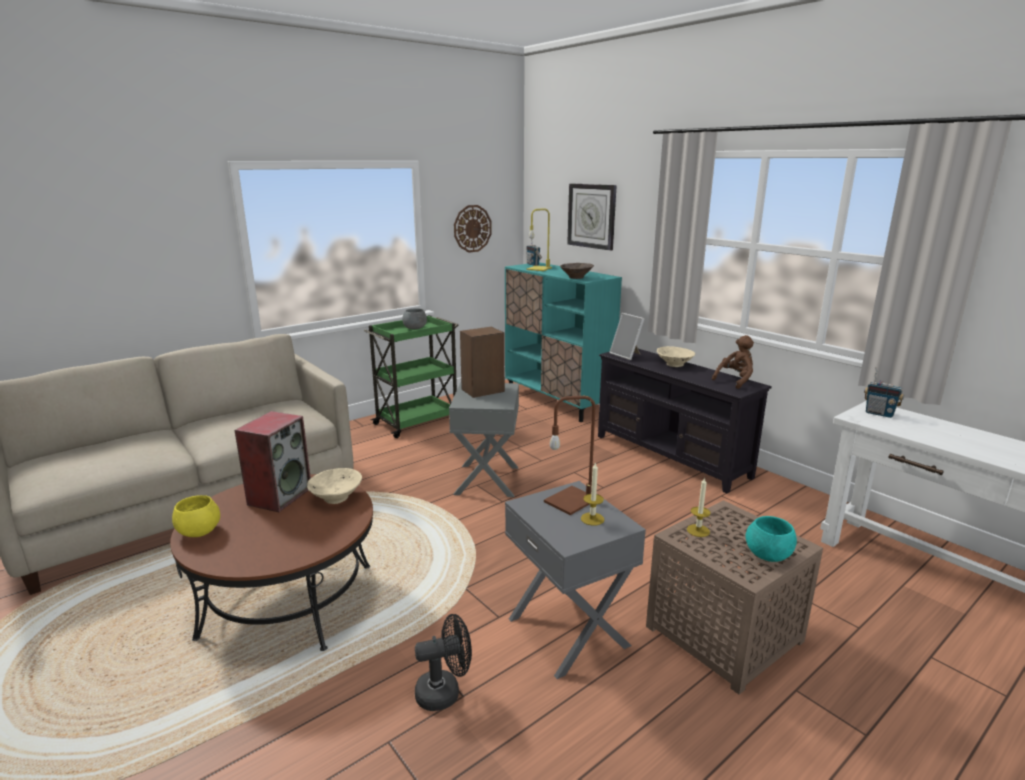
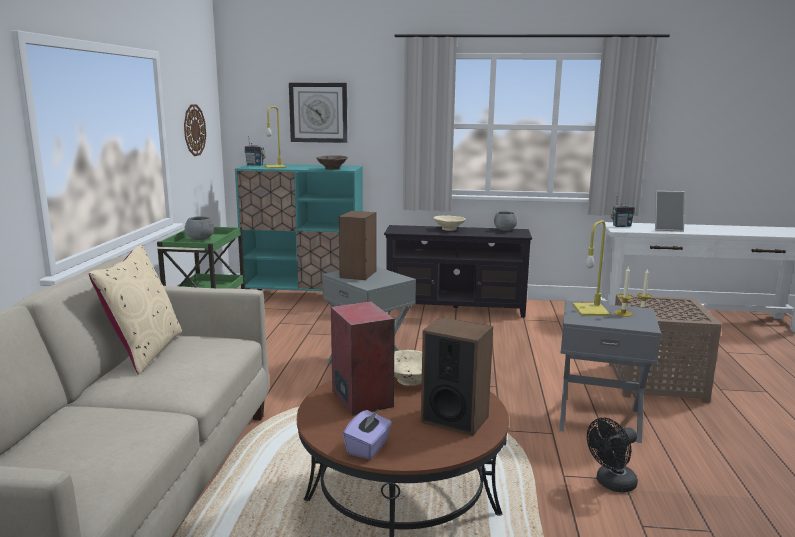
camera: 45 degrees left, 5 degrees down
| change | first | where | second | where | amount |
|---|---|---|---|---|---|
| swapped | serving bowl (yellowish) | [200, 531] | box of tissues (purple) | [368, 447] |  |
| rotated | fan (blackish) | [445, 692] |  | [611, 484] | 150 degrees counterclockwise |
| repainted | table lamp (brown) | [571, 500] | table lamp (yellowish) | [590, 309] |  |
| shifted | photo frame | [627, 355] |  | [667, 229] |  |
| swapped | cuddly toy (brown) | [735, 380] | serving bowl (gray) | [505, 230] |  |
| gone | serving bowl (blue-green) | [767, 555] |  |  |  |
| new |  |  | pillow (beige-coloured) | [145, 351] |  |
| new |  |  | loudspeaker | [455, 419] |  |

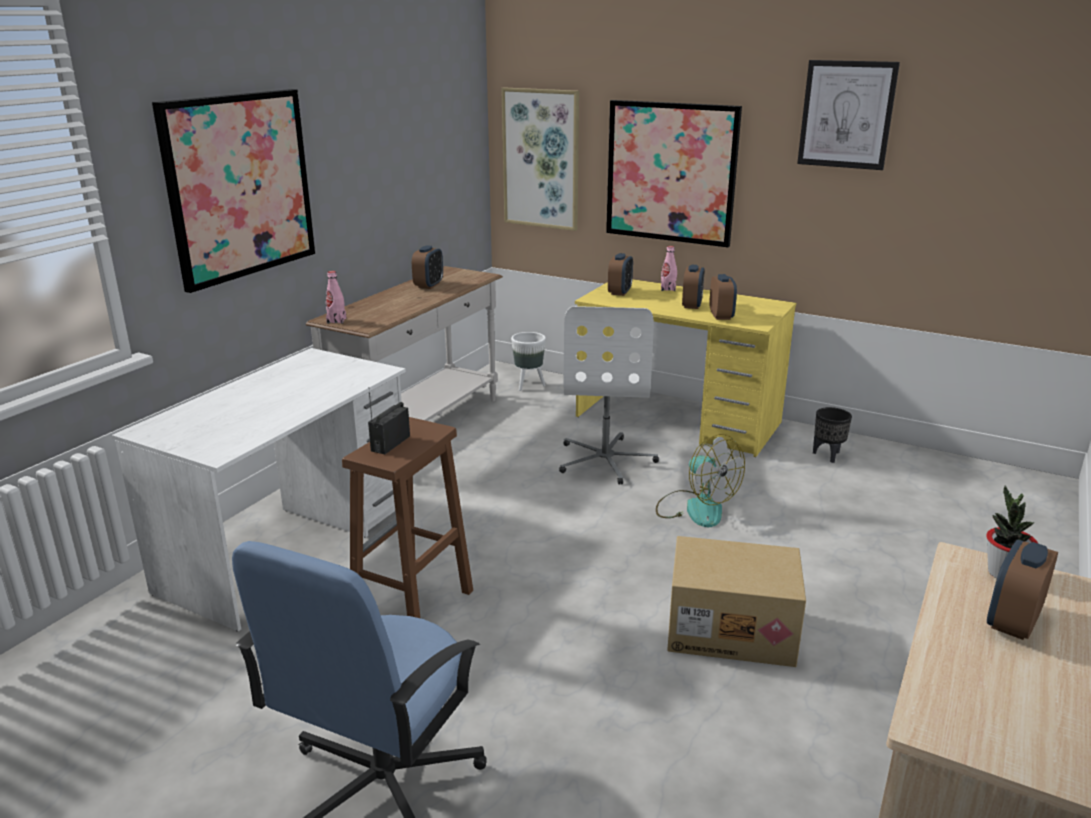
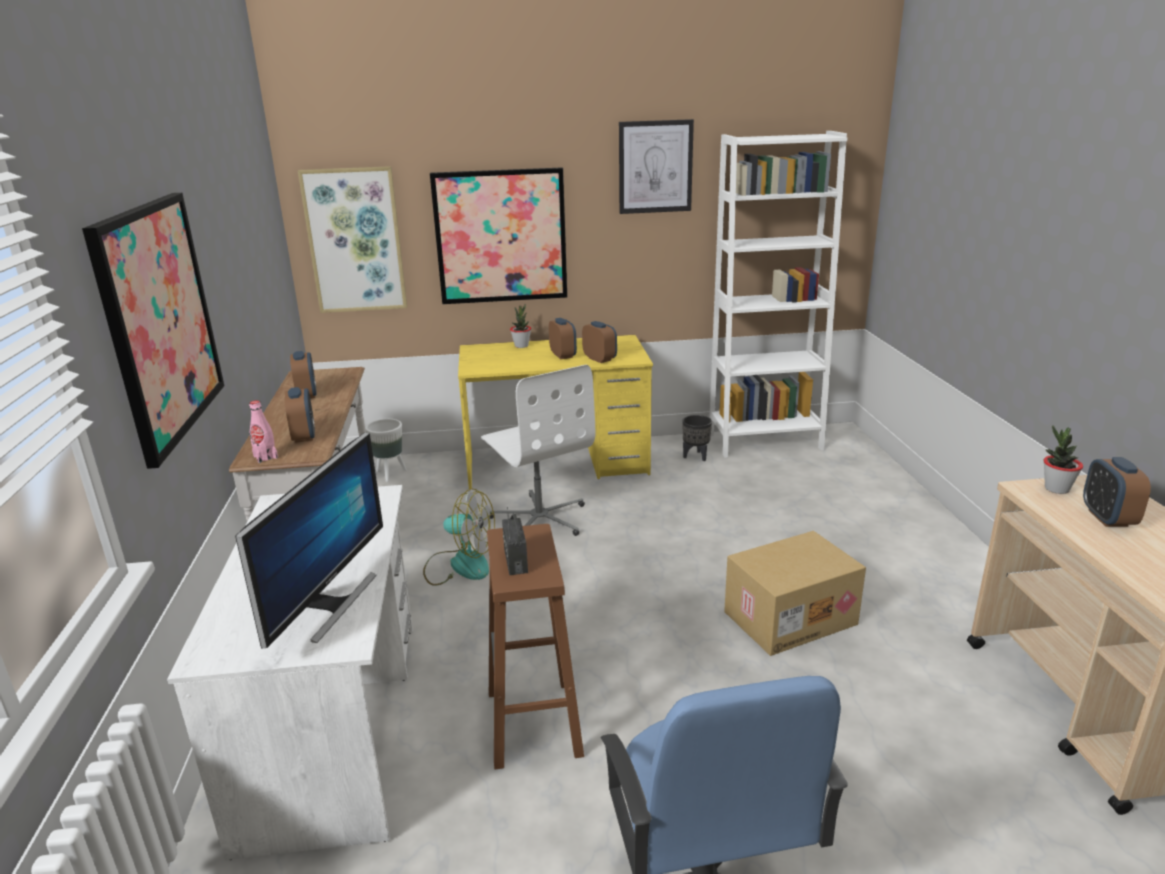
camera: 35 degrees left, 0 degrees up
| change | first | where | second | where | amount |
|---|---|---|---|---|---|
| shifted | bedside clock | [620, 292] |  | [304, 436] |  |
| shifted | fan | [695, 508] |  | [459, 565] |  |
| swapped | bottle (pinkish) | [668, 289] | potted plant | [521, 346] |  |
| new |  |  | monitor | [329, 604] |  |
| new |  |  | bookcase (whitish) | [764, 441] |  |

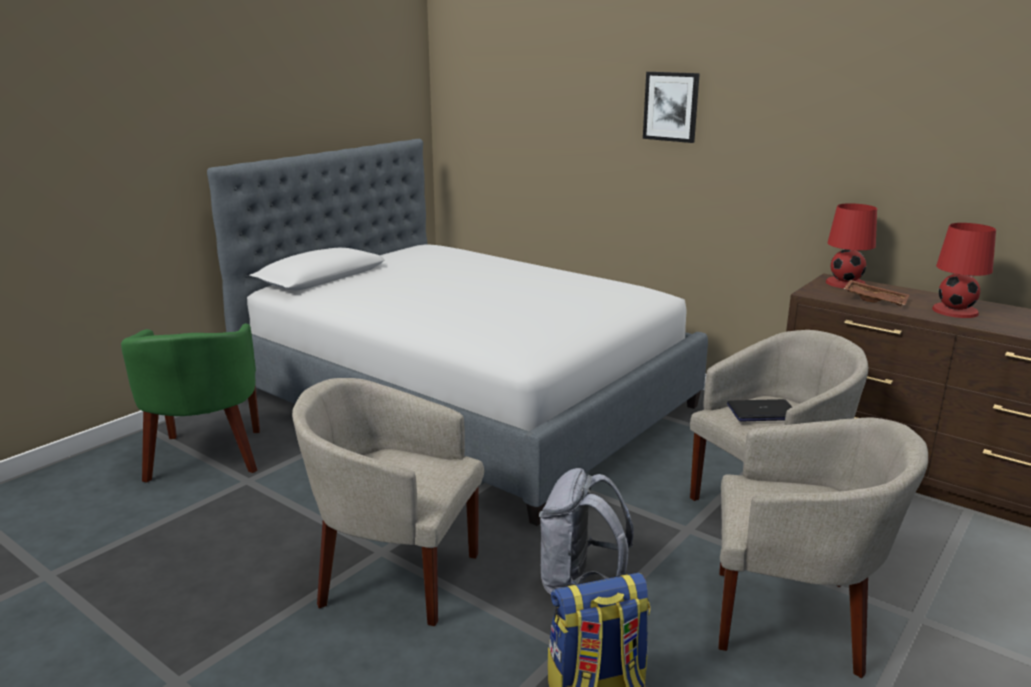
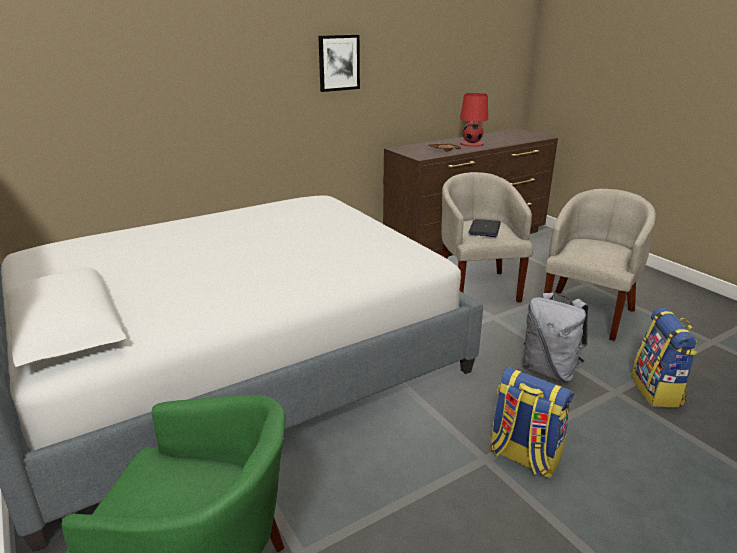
camera: 70 degrees left, 5 degrees up
| change | first | where | second | where | amount |
|---|---|---|---|---|---|
| swapped | armchair (beige-coloured) | [394, 575] | backpack | [523, 456] |  |
| shifted | picture | [671, 106] |  | [338, 63] |  |
| gone | table lamp (red) | [845, 283] |  |  |  |

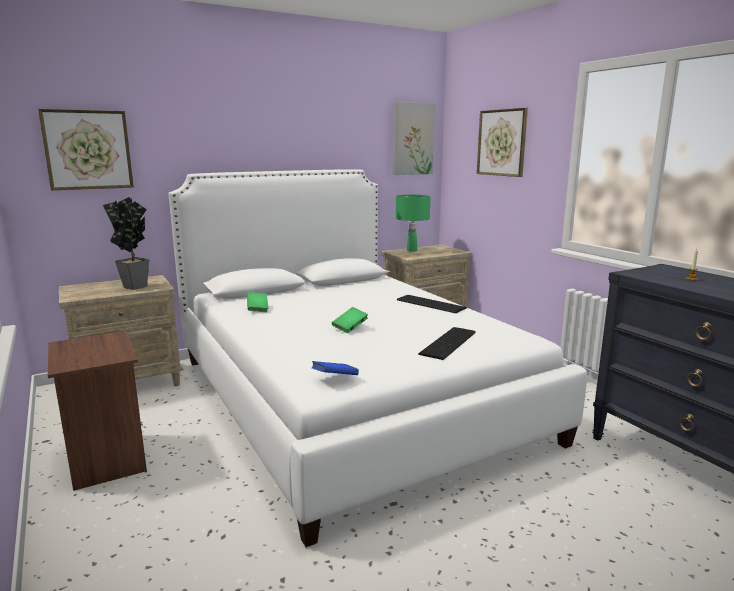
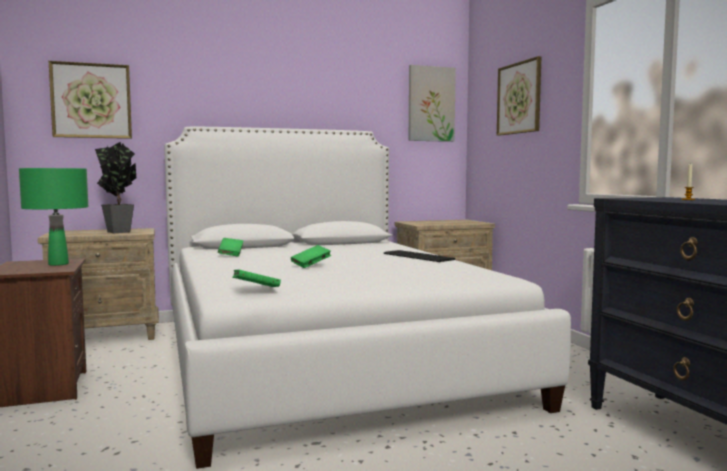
camera: 10 degrees right, 10 degrees down
| change | first | where | second | where | amount |
|---|---|---|---|---|---|
| repainted | book (blue) | [335, 378] | book (green) | [256, 290] |  |
| shifted | table lamp (green) | [412, 250] |  | [58, 264] |  |
| gone | PC keyboard | [450, 343] |  |  |  |

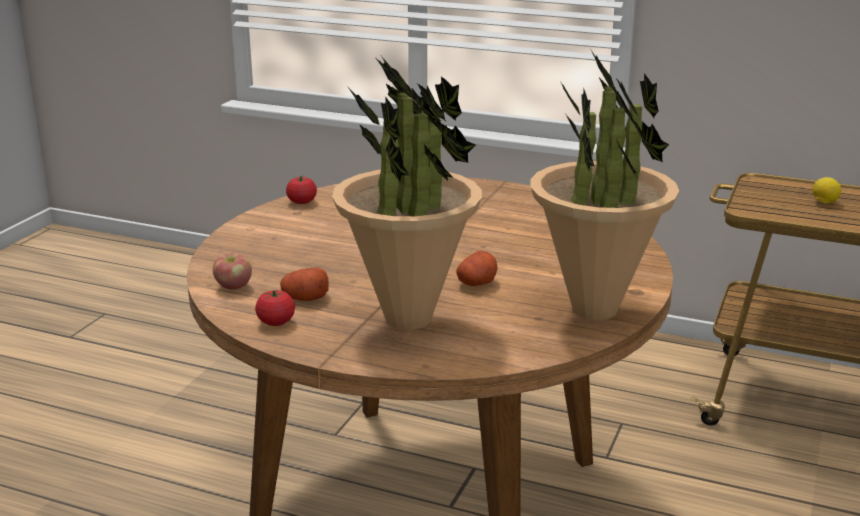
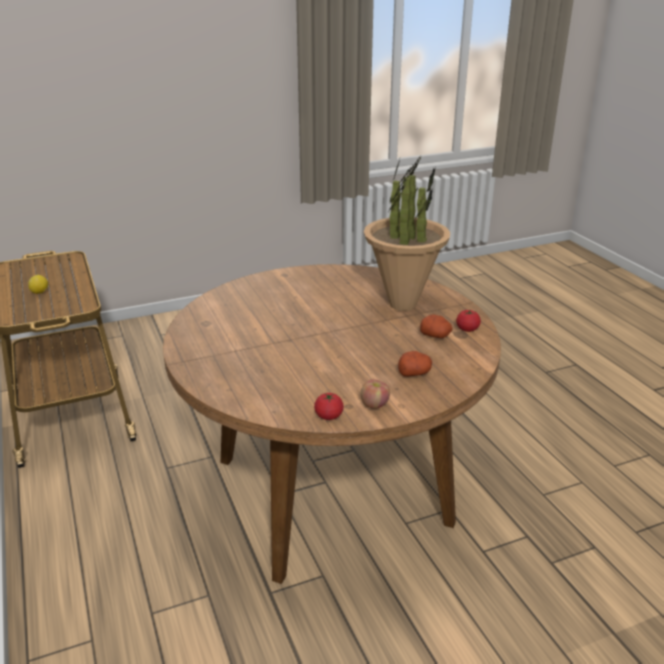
camera: 135 degrees left, 5 degrees up
| change | first | where | second | where | amount |
|---|---|---|---|---|---|
| shifted | whole apple | [233, 286] |  | [374, 404] |  |
| shifted | potato | [477, 283] |  | [414, 373] |  |
| gone | potted plant | [595, 310] |  |  |  |

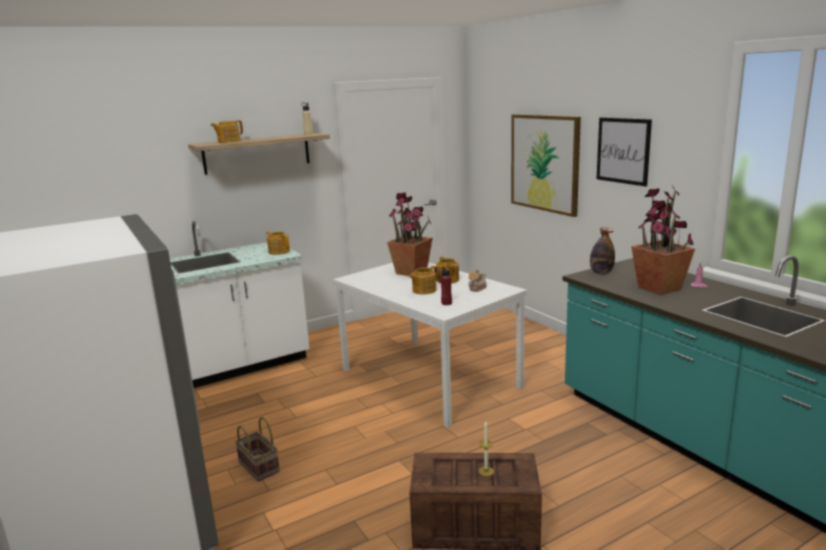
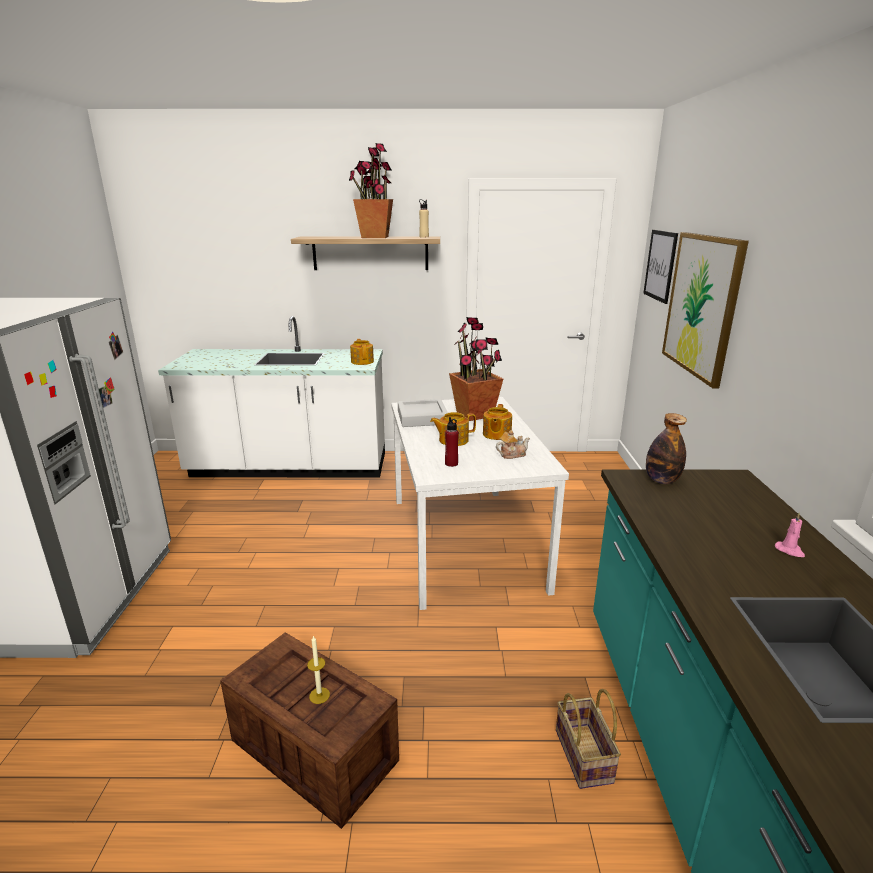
camera: 30 degrees right, 5 degrees up
| change | first | where | second | where | amount |
|---|---|---|---|---|---|
| gone | teapot | [228, 141] |  |  |  |
| shifted | storage basket | [260, 467] |  | [585, 757] |  |
| shifted | picture | [623, 150] |  | [660, 265] |  |
| shifted | potted plant | [659, 288] |  | [374, 237] |  |
| new |  |  | tray (gray) | [422, 417] |  |

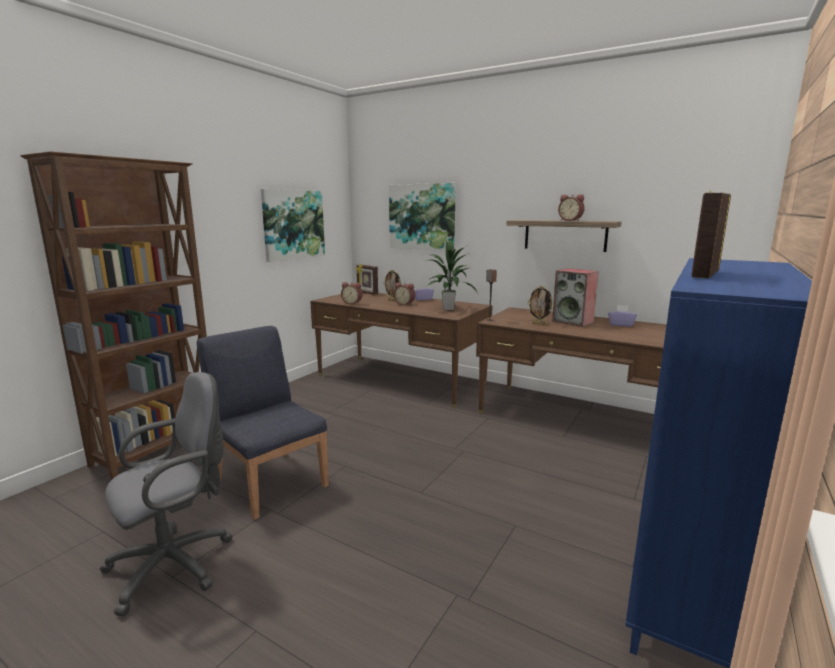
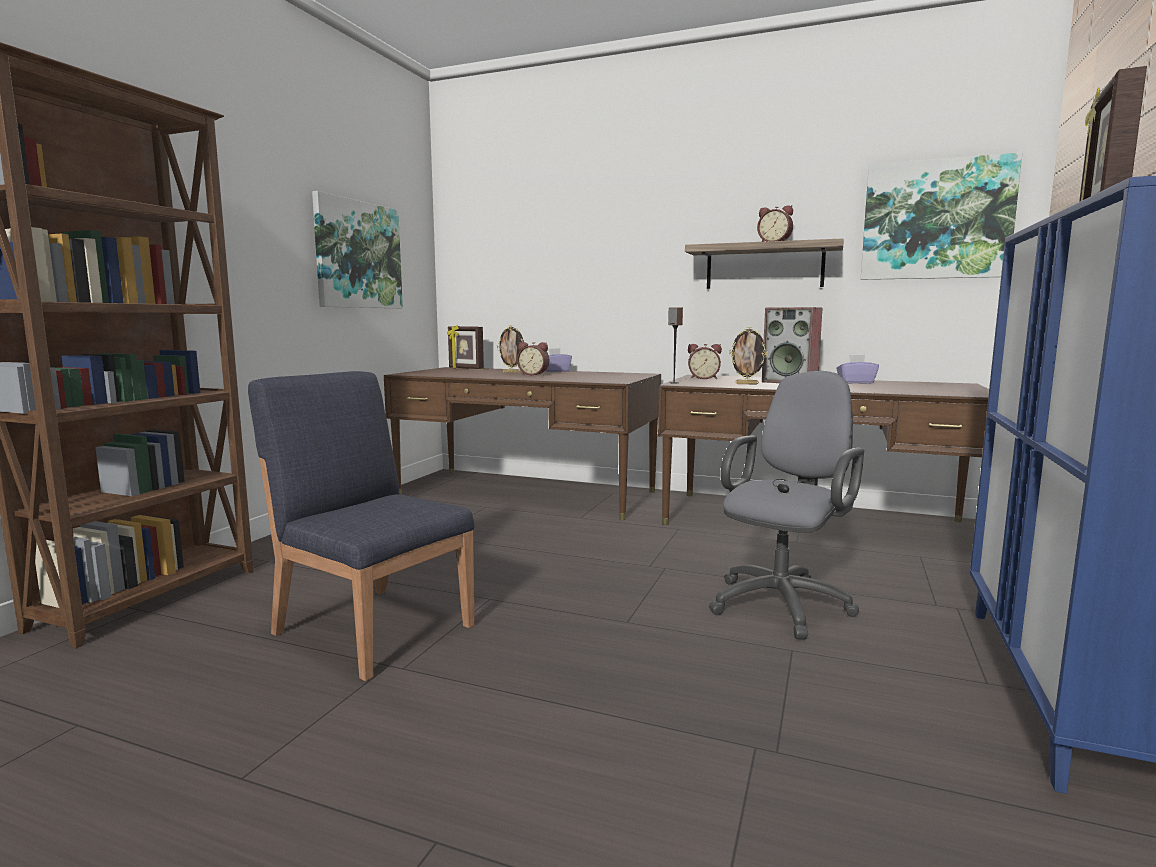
camera: 10 degrees left, 5 degrees down
| change | first | where | second | where | amount |
|---|---|---|---|---|---|
| shifted | computer chair (gray) | [177, 563] |  | [783, 602] |  |
| shifted | bedside clock | [352, 303] |  | [703, 378] |  |
| shifted | picture | [422, 217] |  | [936, 220] |  |
| gone | potted plant | [448, 309] |  |  |  |

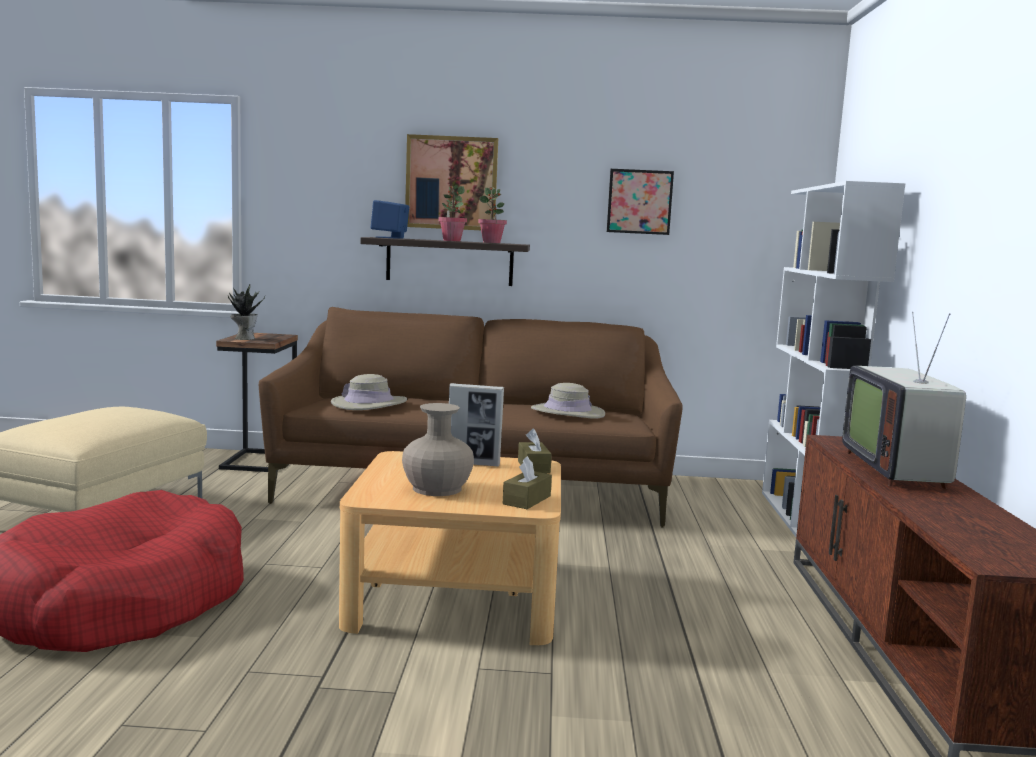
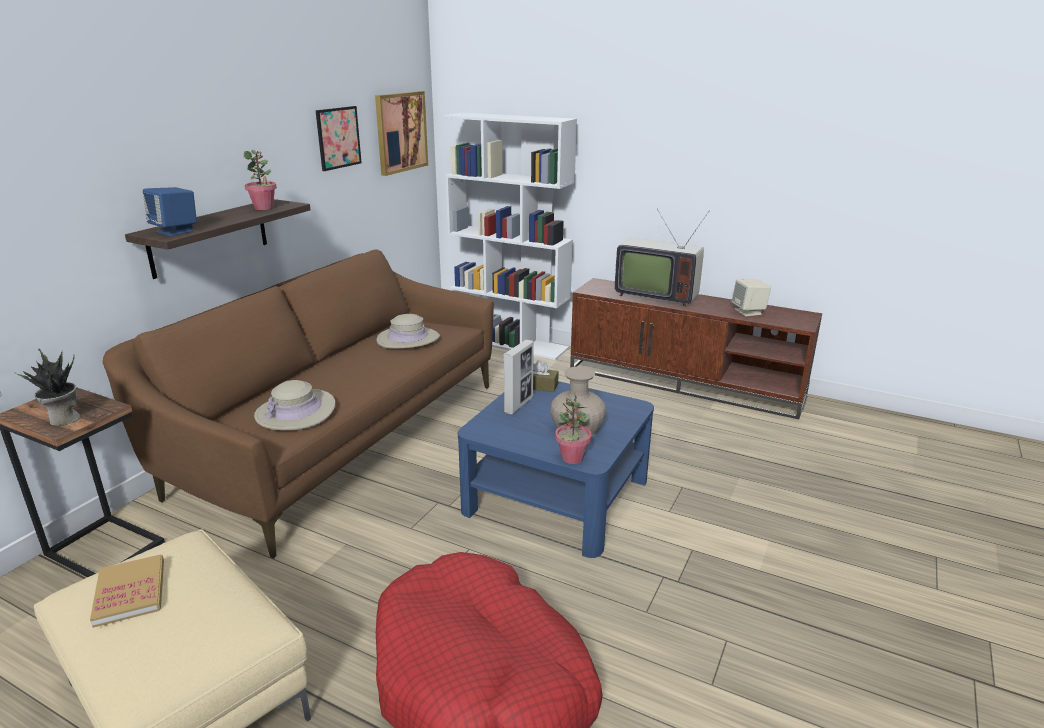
camera: 65 degrees left, 15 degrees up
| change | first | where | second | where | amount |
|---|---|---|---|---|---|
| repainted | lounge table (beige-coloured) | [457, 594] | lounge table (blue) | [556, 494] |  |
| shifted | picture | [451, 183] |  | [401, 132] |  |
| shifted | potted plant | [451, 241] |  | [572, 458] |  |
| gone | box of tissues (brown) | [527, 500] |  |  |  |
| new |  |  | book | [130, 592] |  |
| new |  |  | loudspeaker (beige-coloured) | [748, 312] |  |

